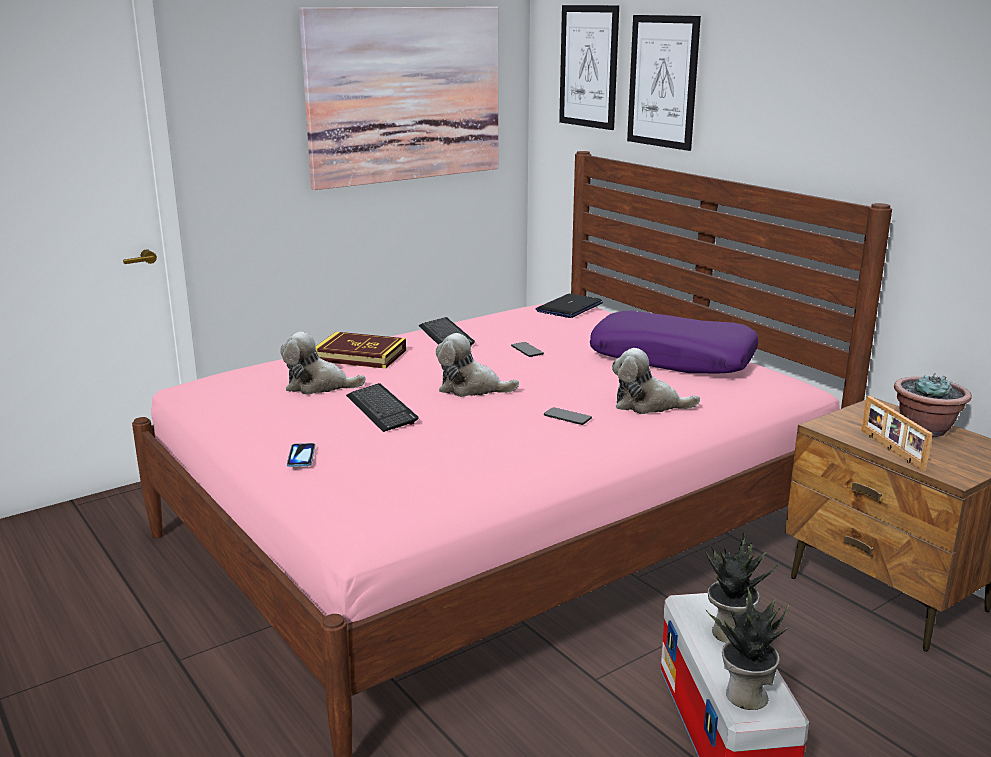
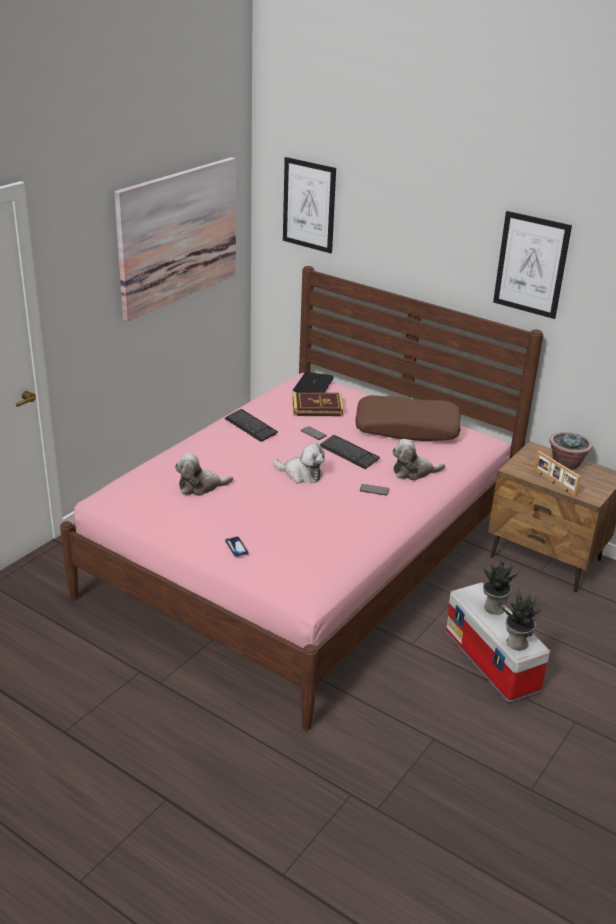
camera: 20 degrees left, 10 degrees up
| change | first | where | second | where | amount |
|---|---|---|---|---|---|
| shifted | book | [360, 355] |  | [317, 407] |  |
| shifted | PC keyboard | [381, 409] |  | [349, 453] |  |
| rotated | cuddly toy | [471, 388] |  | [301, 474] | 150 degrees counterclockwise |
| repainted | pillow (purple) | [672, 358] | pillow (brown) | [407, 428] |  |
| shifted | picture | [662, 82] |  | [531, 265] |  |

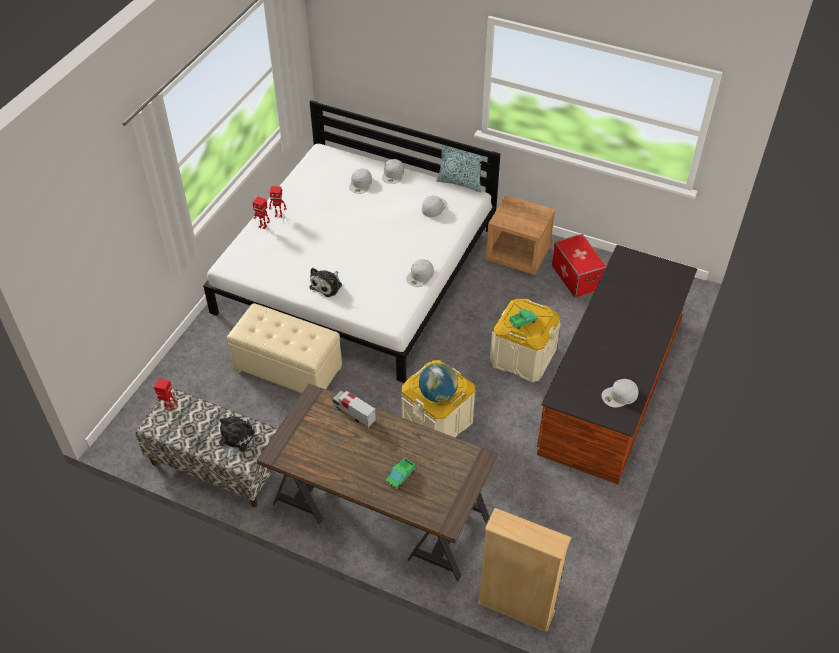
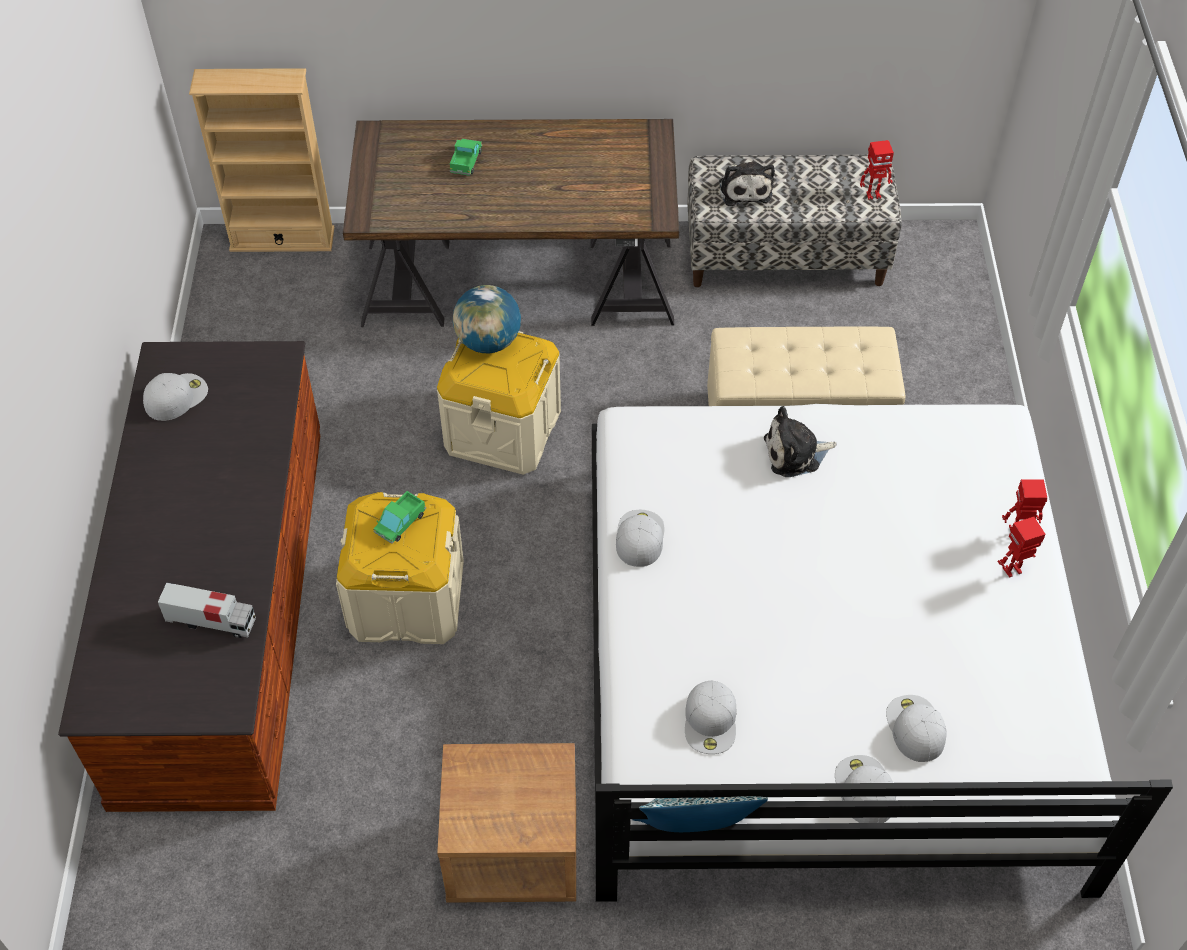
camera: 155 degrees right, 5 degrees up
| change | first | where | second | where | amount |
|---|---|---|---|---|---|
| rotated | cuddly toy | [327, 285] |  | [795, 453] | 105 degrees counterclockwise |
| shifted | toy lorry | [354, 413] |  | [212, 621] |  |
| gone | storage container | [577, 277] |  |  |  |

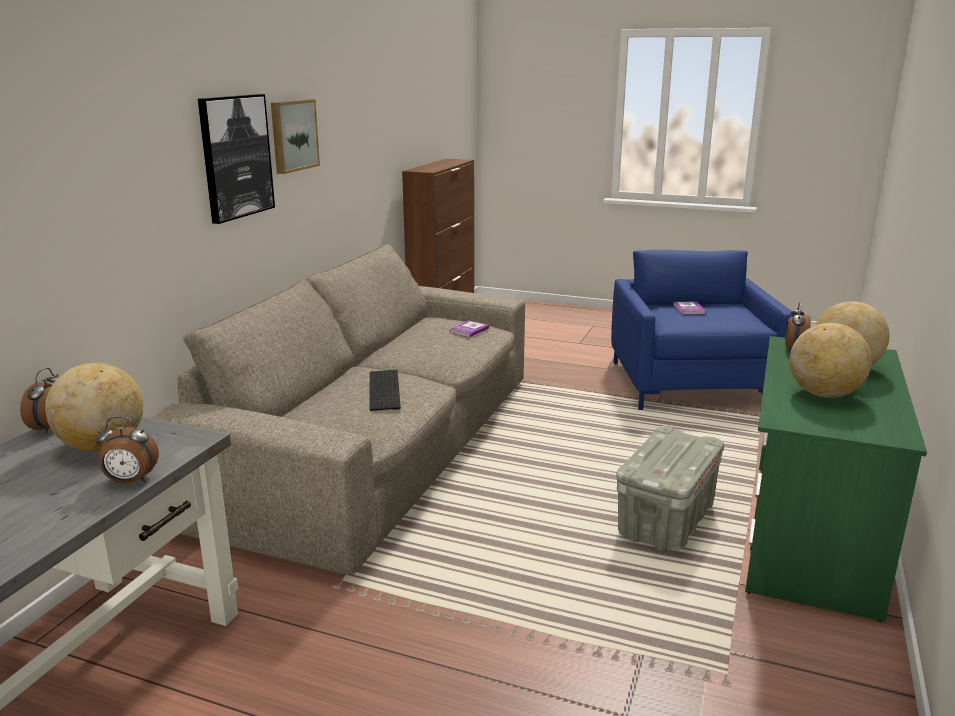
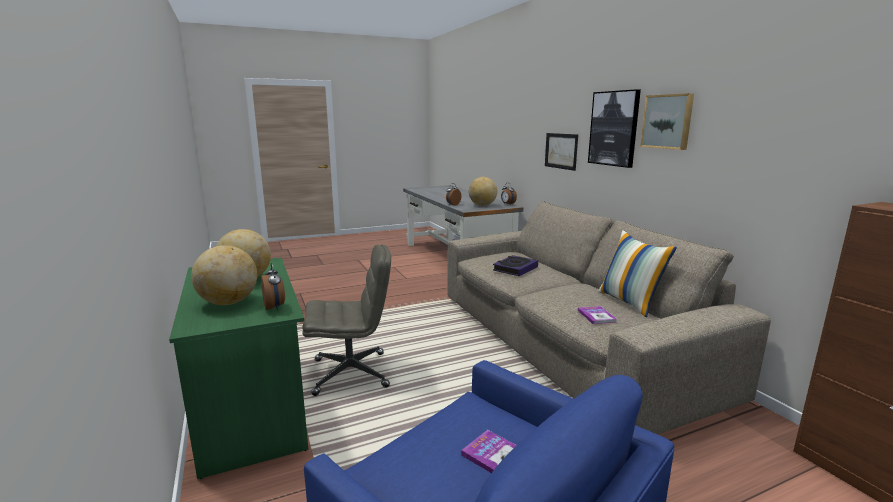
camera: 135 degrees right, 5 degrees down
| change | first | where | second | where | amount |
|---|---|---|---|---|---|
| swapped | PC keyboard | [386, 390] | book | [515, 269] |  |
| swapped | storage container (gray) | [665, 520] | computer chair (gray) | [352, 373] |  |
| new |  |  | picture | [561, 151] |  |
| new |  |  | pillow | [630, 302] |  |

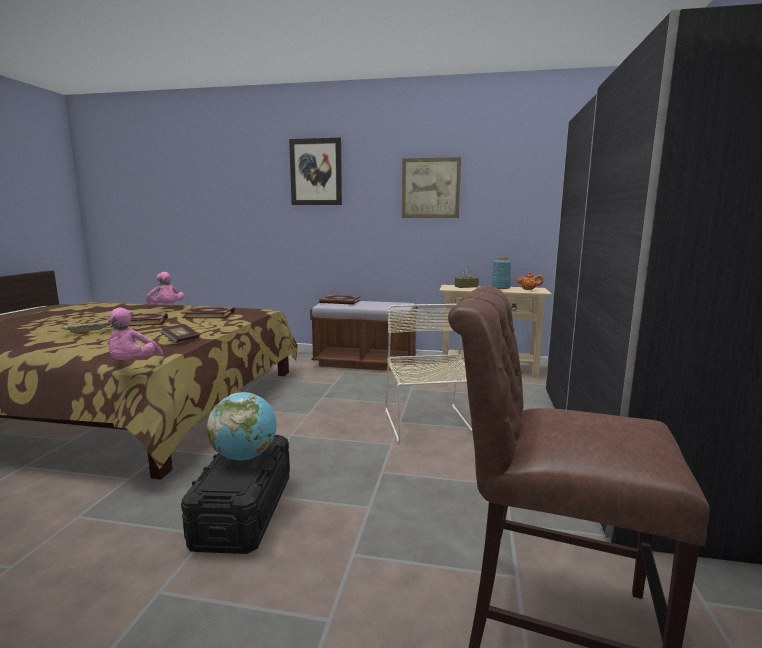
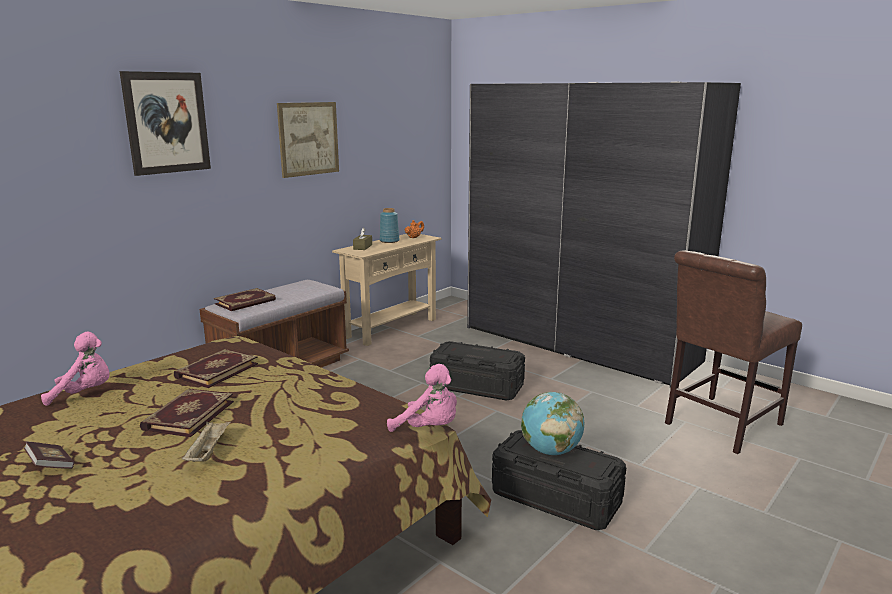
camera: 60 degrees left, 5 degrees up
| change | first | where | second | where | amount |
|---|---|---|---|---|---|
| shifted | book | [181, 340] |  | [51, 465] |  |
| swapped | chair (beige-coloured) | [429, 424] | storage container (blackish) | [476, 386] |  |

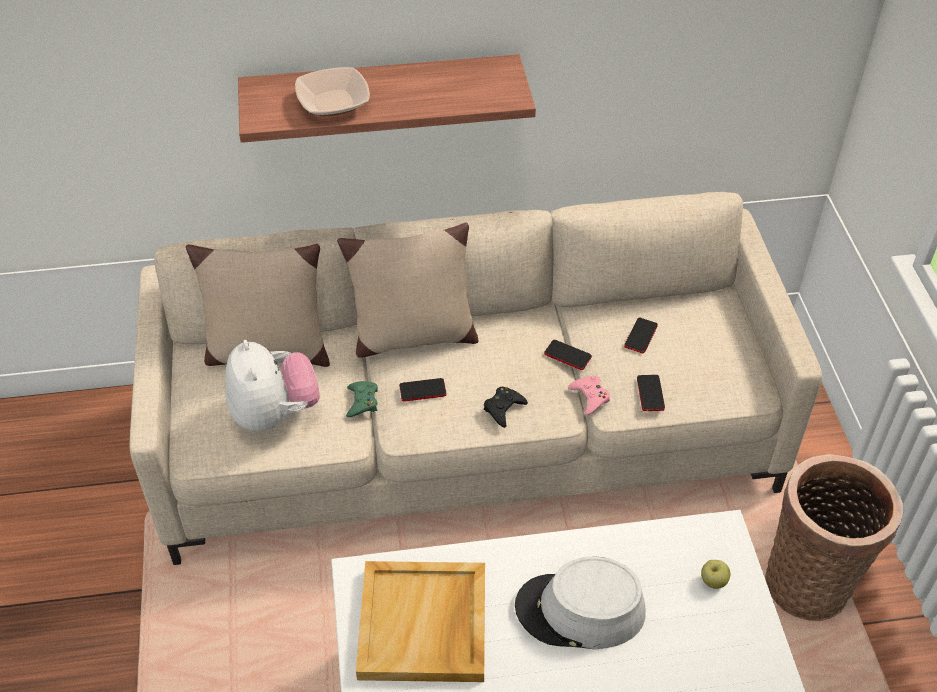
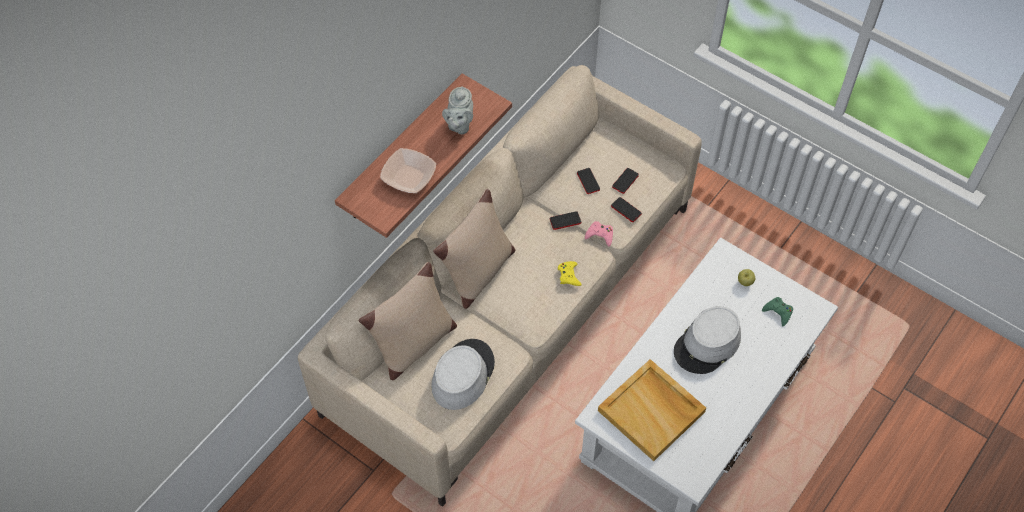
camera: 45 degrees left, 10 degrees up
| change | first | where | second | where | amount |
|---|---|---|---|---|---|
| swapped | cuddly toy | [274, 414] | clothing hat (gray) | [462, 374] |  |
| shifted | gamepad (green) | [362, 402] |  | [778, 312] |  |
| shifted | telephone | [422, 390] |  | [625, 181] |  |
| repainted | gamepad (blackish) | [503, 408] | gamepad (yellowish) | [569, 275] |  |
| gone | storage basket | [810, 582] |  |  |  |
| new |  |  | teapot (gray) | [459, 125] |  |

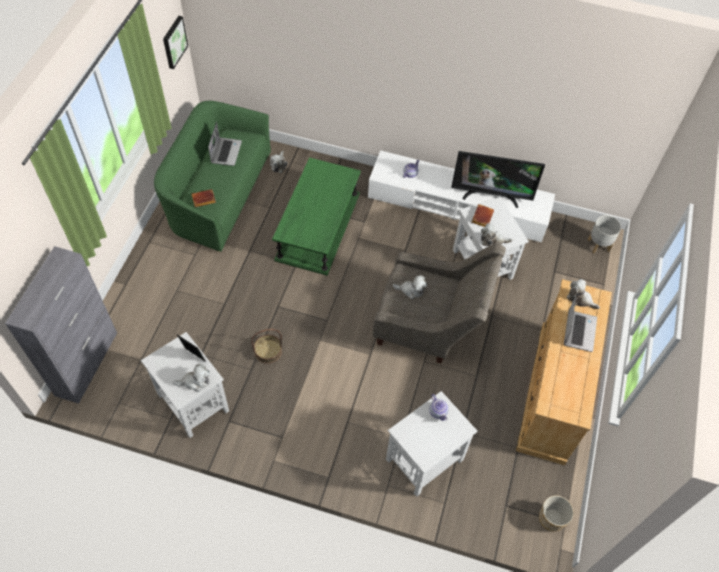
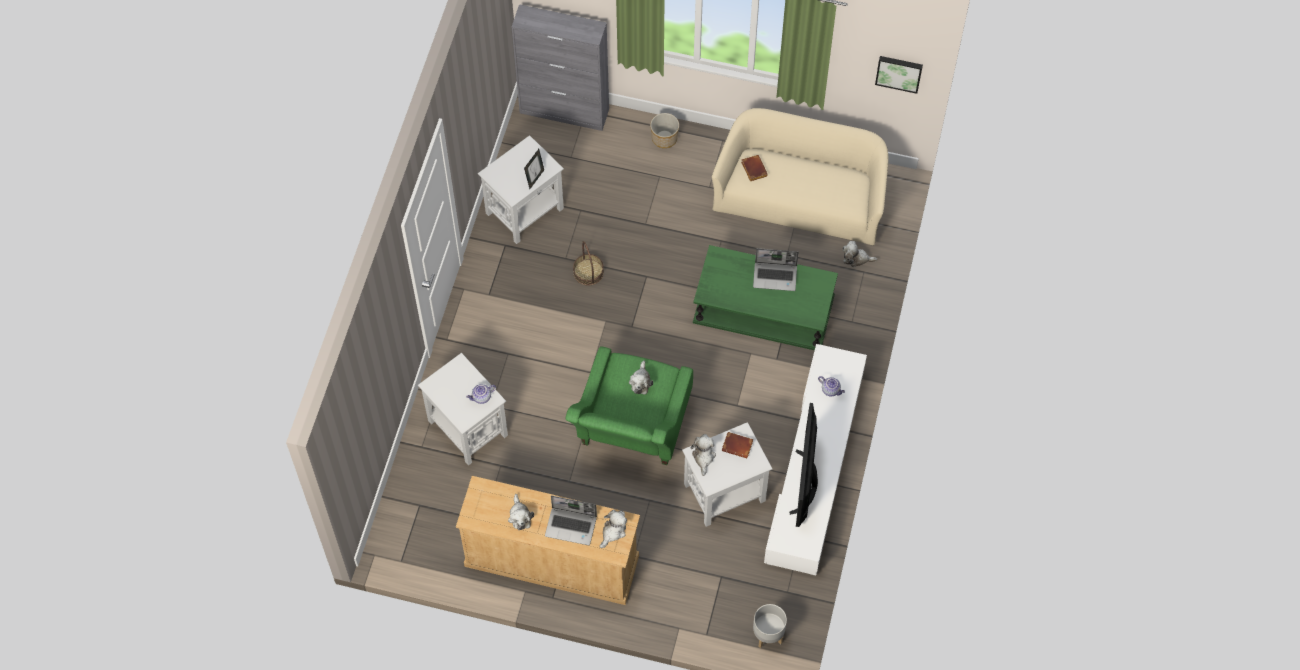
camera: 90 degrees right, 5 degrees up
| change | first | where | second | where | amount |
|---|---|---|---|---|---|
| repainted | settee (green) | [217, 194] | settee (beige-coloured) | [801, 198] |  |
| shifted | cuddly toy | [195, 381] |  | [520, 516] |  |
| shifted | portable computer | [226, 152] |  | [775, 276] |  |
| repainted | armchair (gray) | [429, 326] | armchair (green) | [631, 433] |  |
| shifted | plant pot | [551, 518] |  | [664, 138] |  |

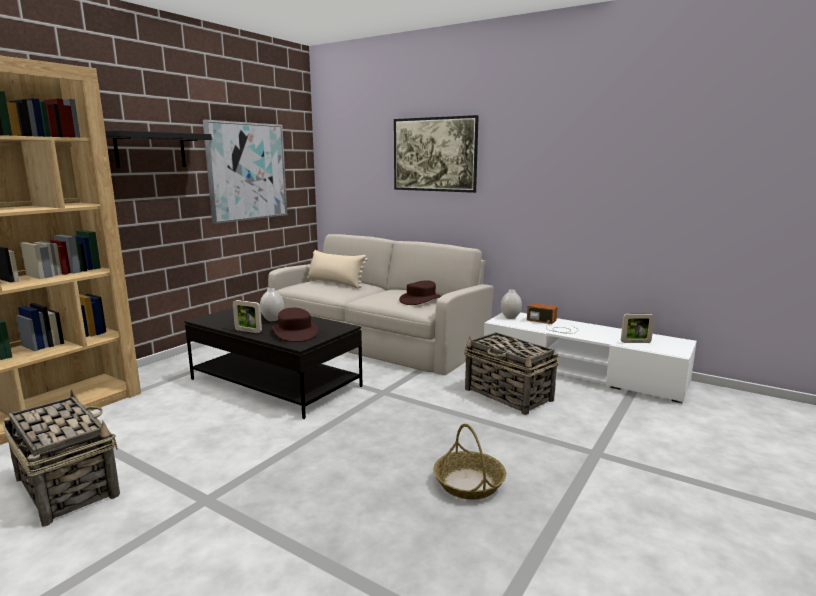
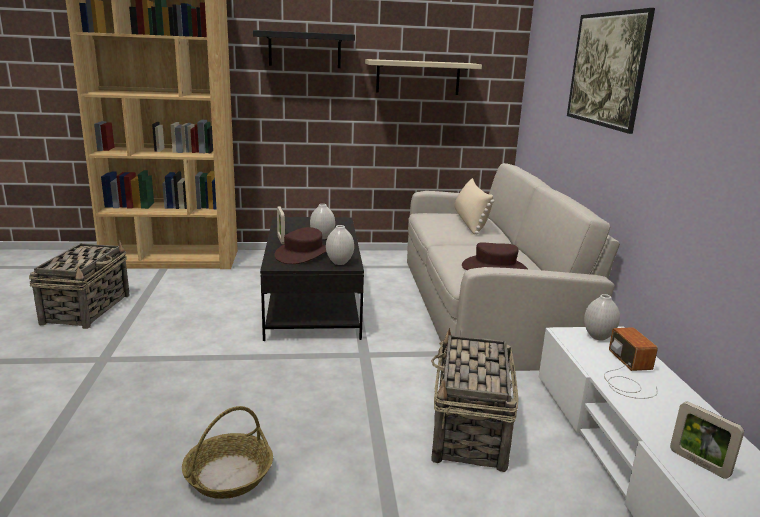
camera: 50 degrees right, 5 degrees up
| change | first | where | second | where | amount |
|---|---|---|---|---|---|
| swapped | picture | [247, 171] | shelf | [418, 77] |  |
| new |  |  | decorative vase (whitish) | [339, 263] |  |

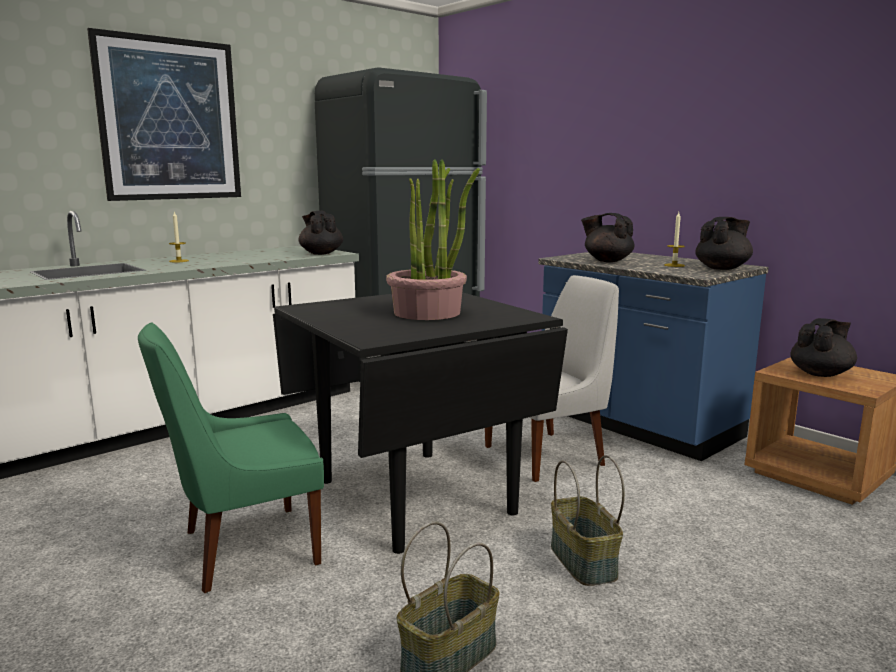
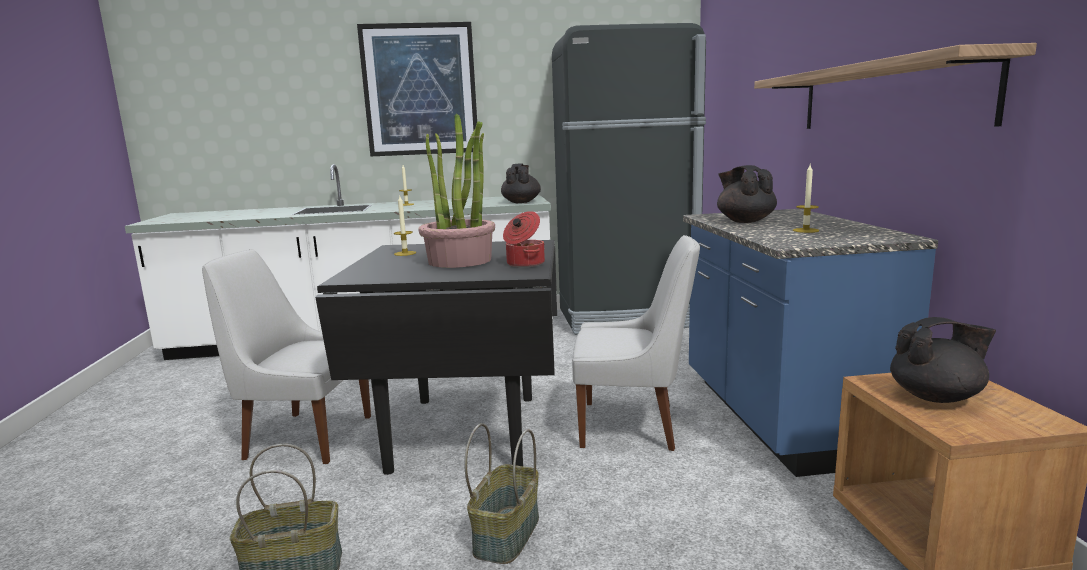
camera: 35 degrees right, 0 degrees up
| change | first | where | second | where | amount |
|---|---|---|---|---|---|
| repainted | chair (green) | [244, 549] | chair (whitish) | [305, 437] |  |
| gone | teapot (blackish) | [722, 268] |  |  |  |
| new |  |  | candle | [405, 253] |  |
| new |  |  | cooking pot | [524, 264] |  |
| new |  |  | shelf | [886, 97] |  |

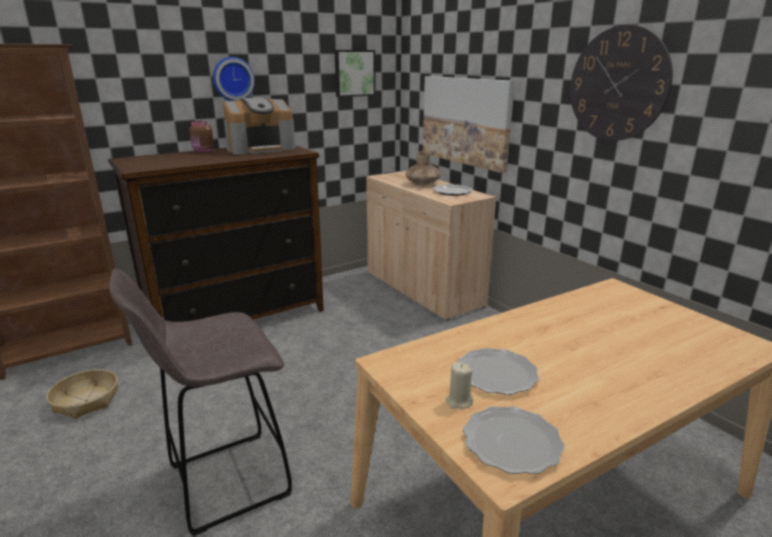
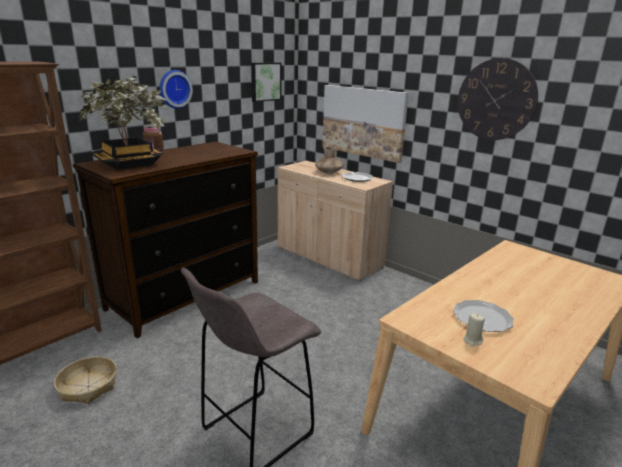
camera: 15 degrees left, 0 degrees up
| change | first | where | second | where | amount |
|---|---|---|---|---|---|
| gone | coffee maker | [261, 149] |  |  |  |
| gone | dinner plate | [512, 442] |  |  |  |
| new |  |  | potted plant | [129, 163] |  |

